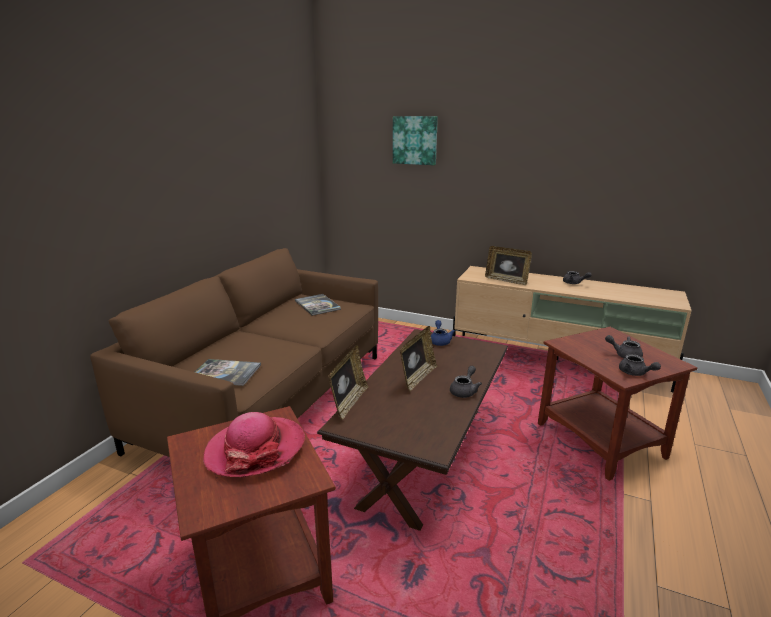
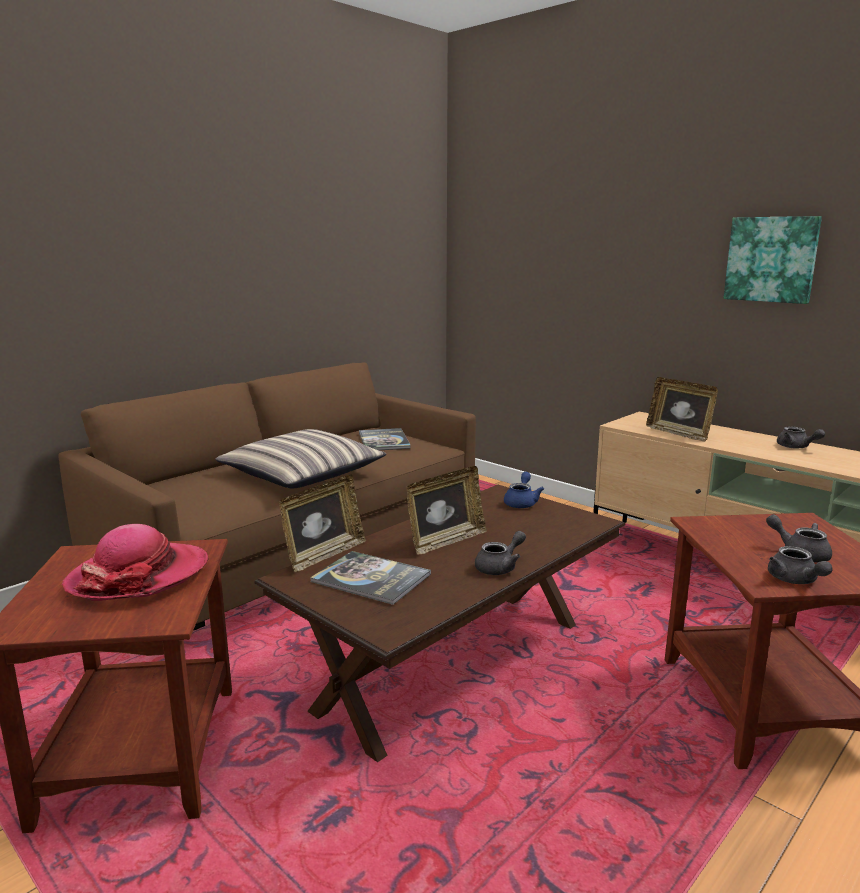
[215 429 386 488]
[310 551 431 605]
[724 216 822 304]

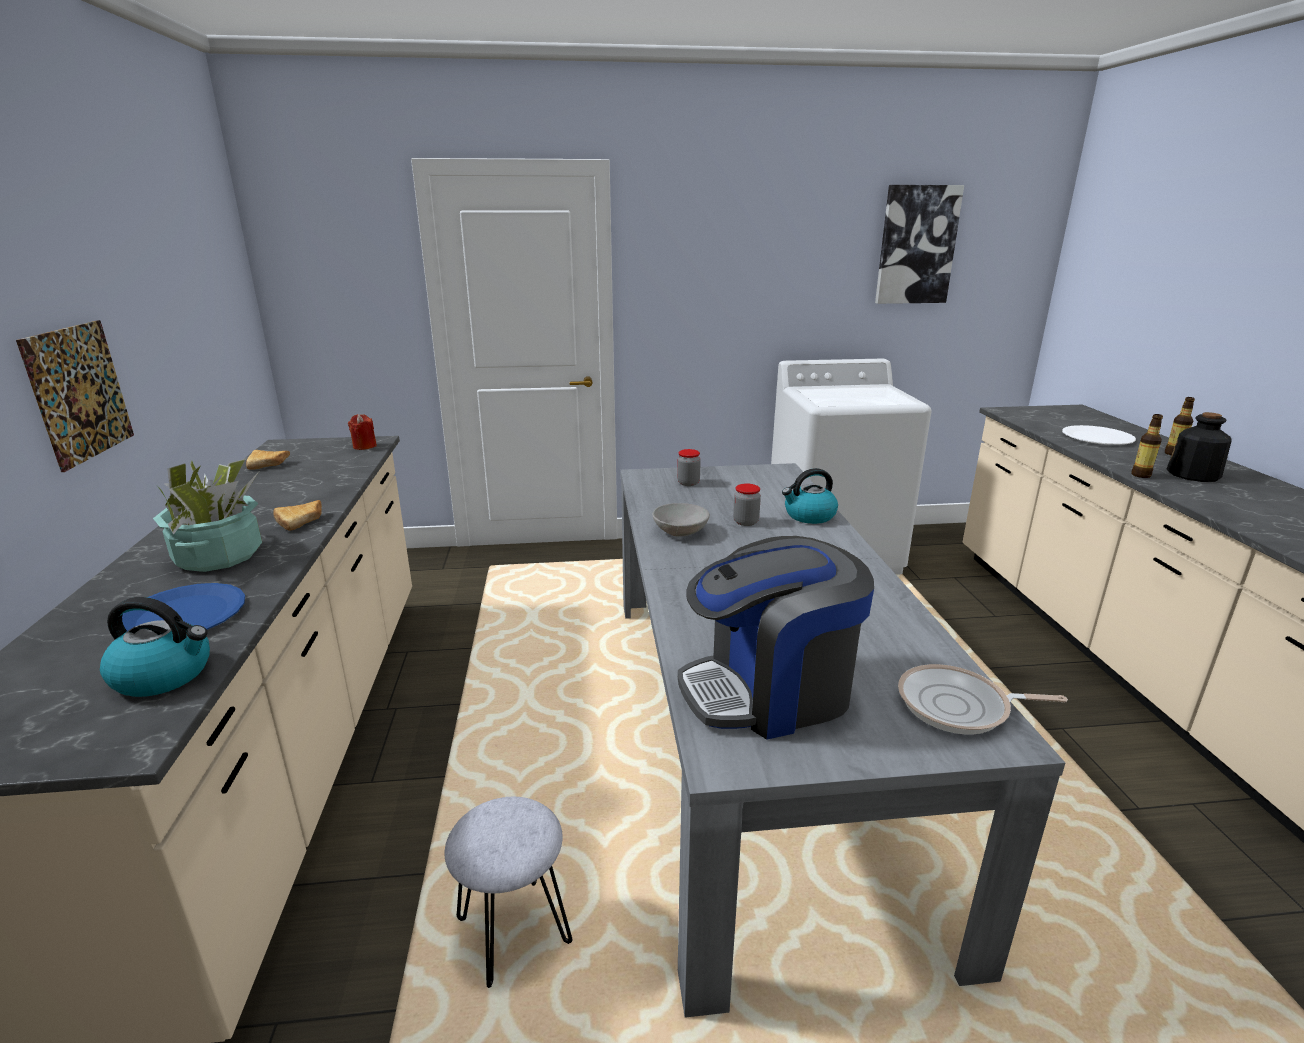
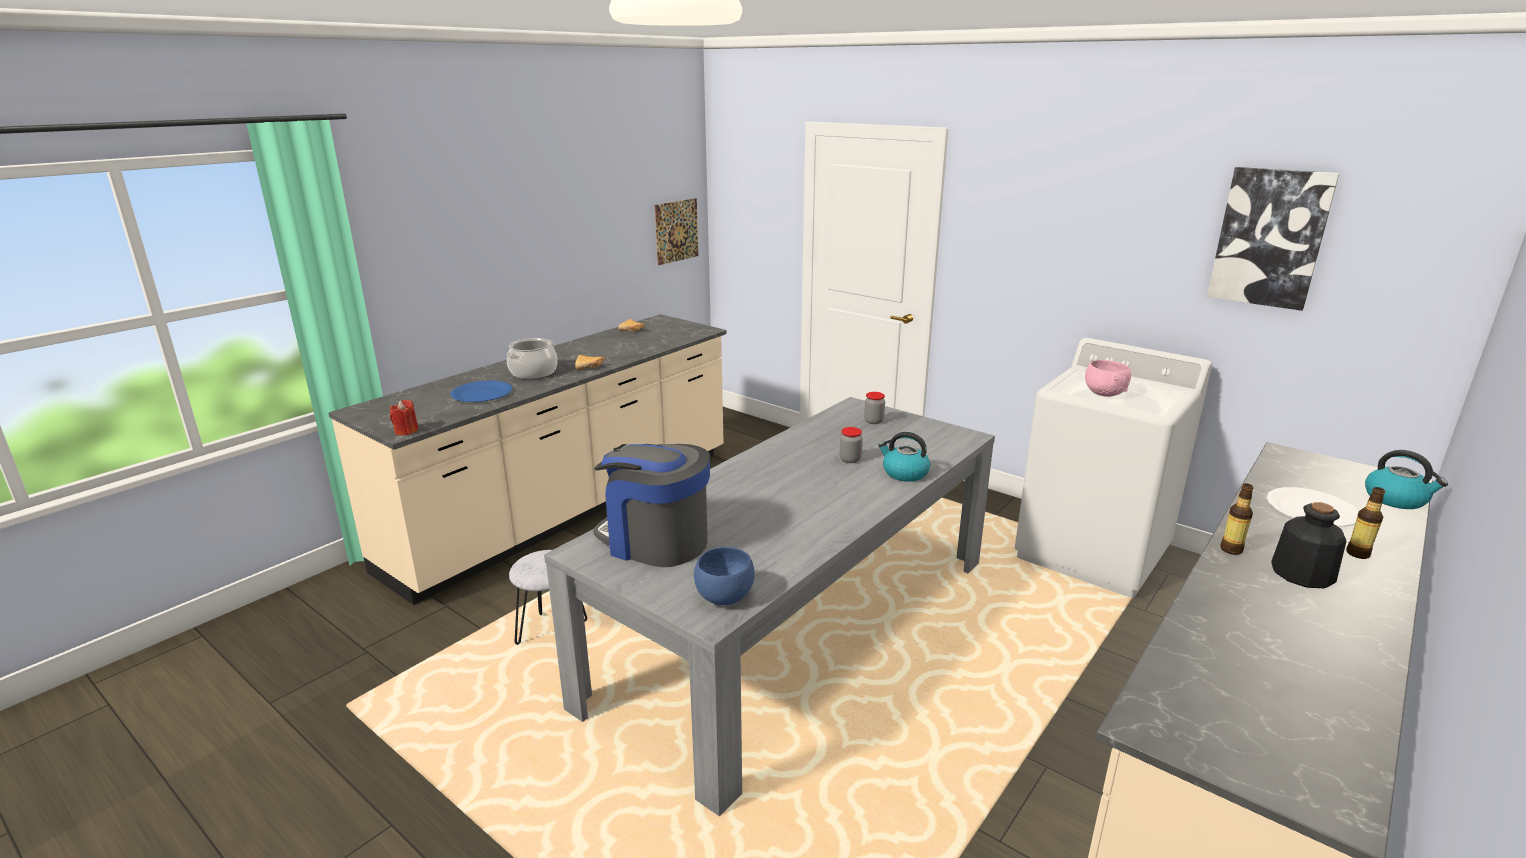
[652 503 710 537] (first image)
[1085 360 1131 397]
[655 198 698 265]
[1365 450 1448 509]
[390 400 418 436]
[507 338 557 379]
[694 547 755 605]

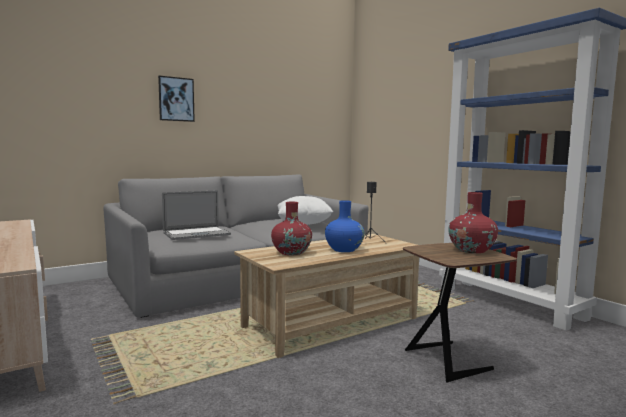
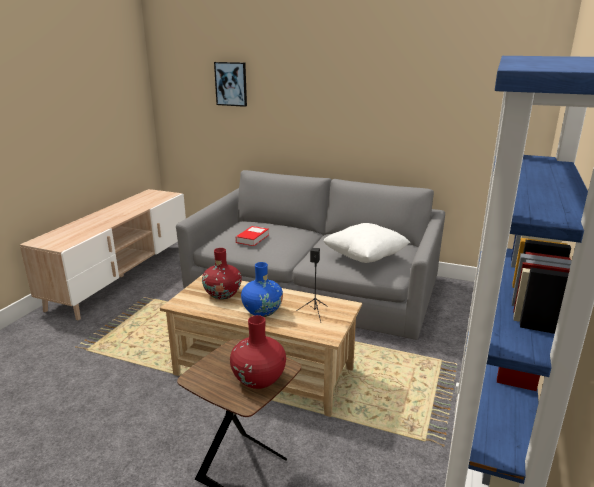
[214 62 247 107]
[236 226 269 246]

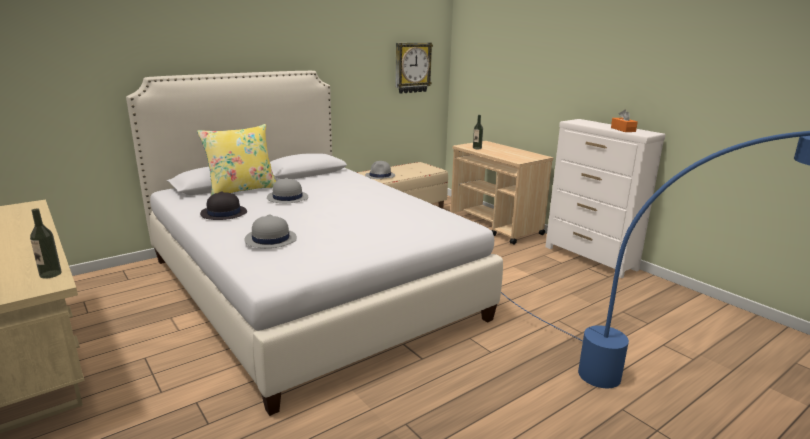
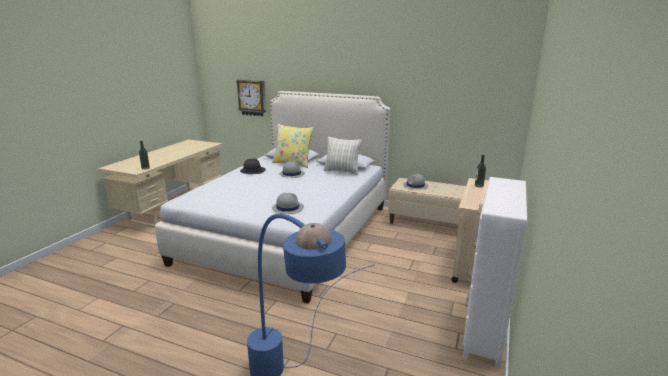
[611 110 638 132] (first image)
[324 137 362 175]
[272 193 304 214]
[236 79 266 116]

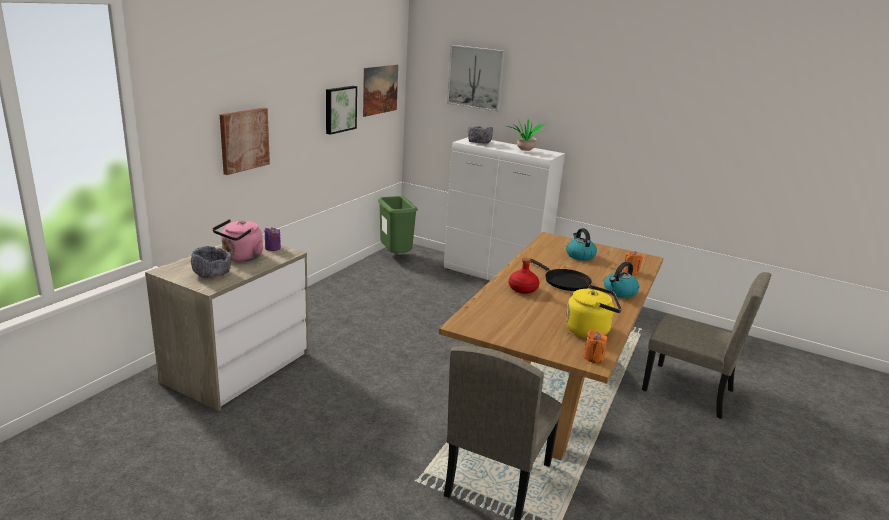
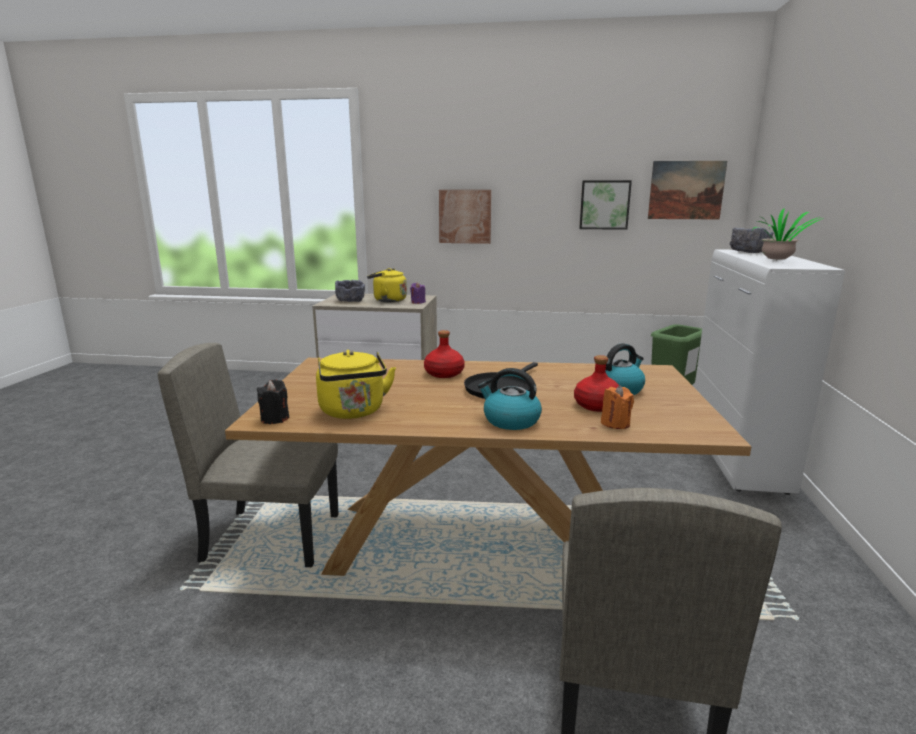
[447 45 505 112] (first image)
[574 355 619 412]
[367 268 407 302]
[257 380 289 424]

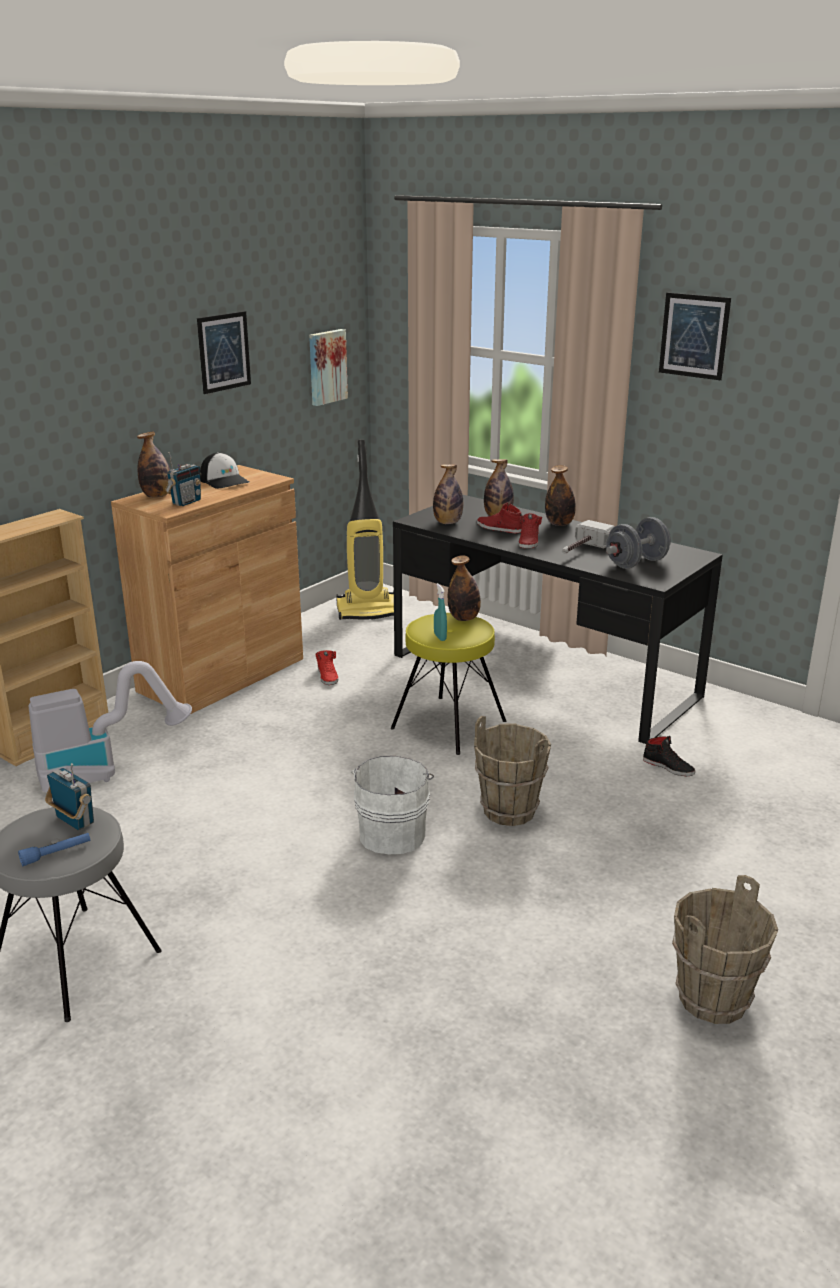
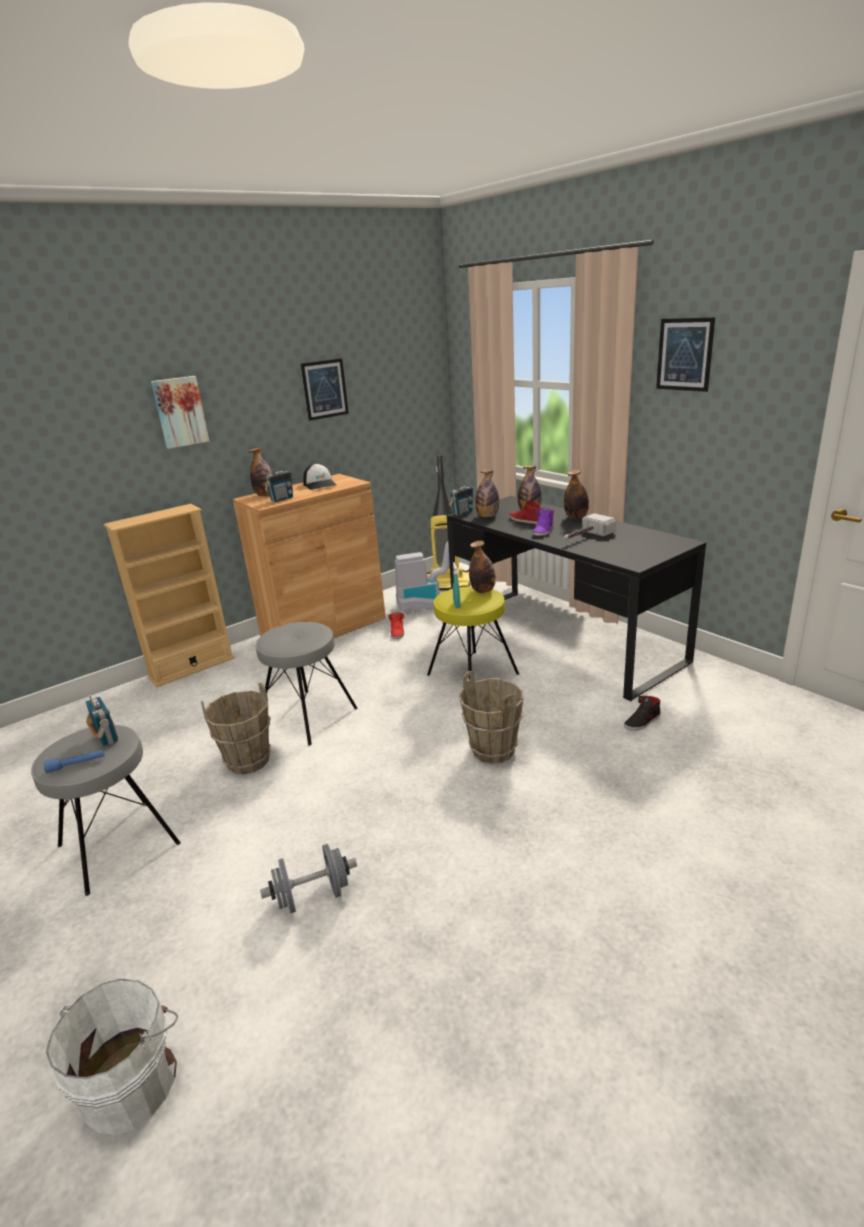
[256 622 358 746]
[449 478 473 516]
[395 541 471 615]
[151 376 209 449]
[46 979 178 1135]
[260 844 357 913]
[201 683 271 774]
[533 508 554 536]
[624 696 660 730]

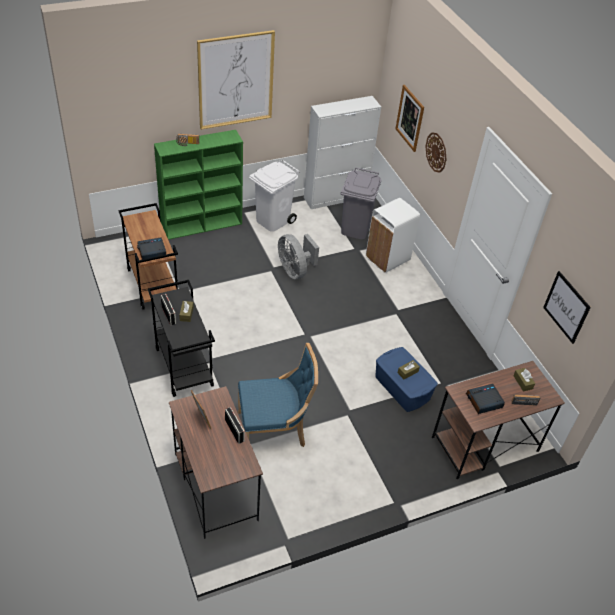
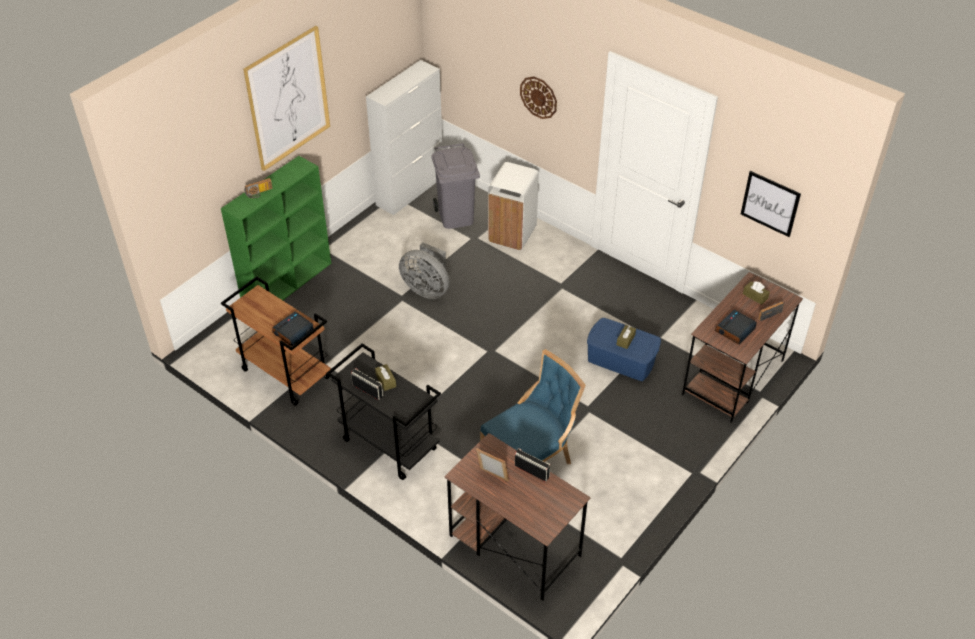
[249 160 300 232] (first image)
[395 85 424 152] (first image)

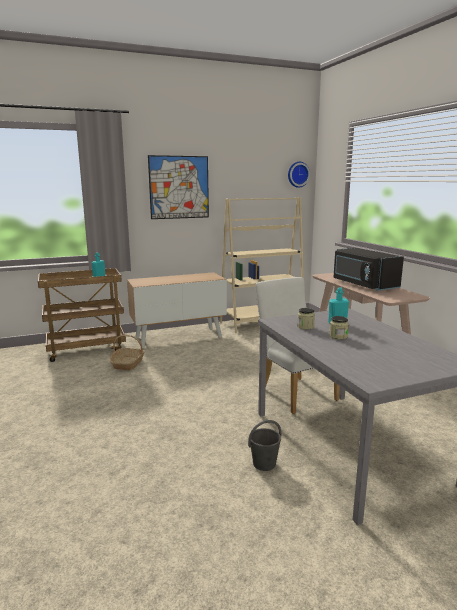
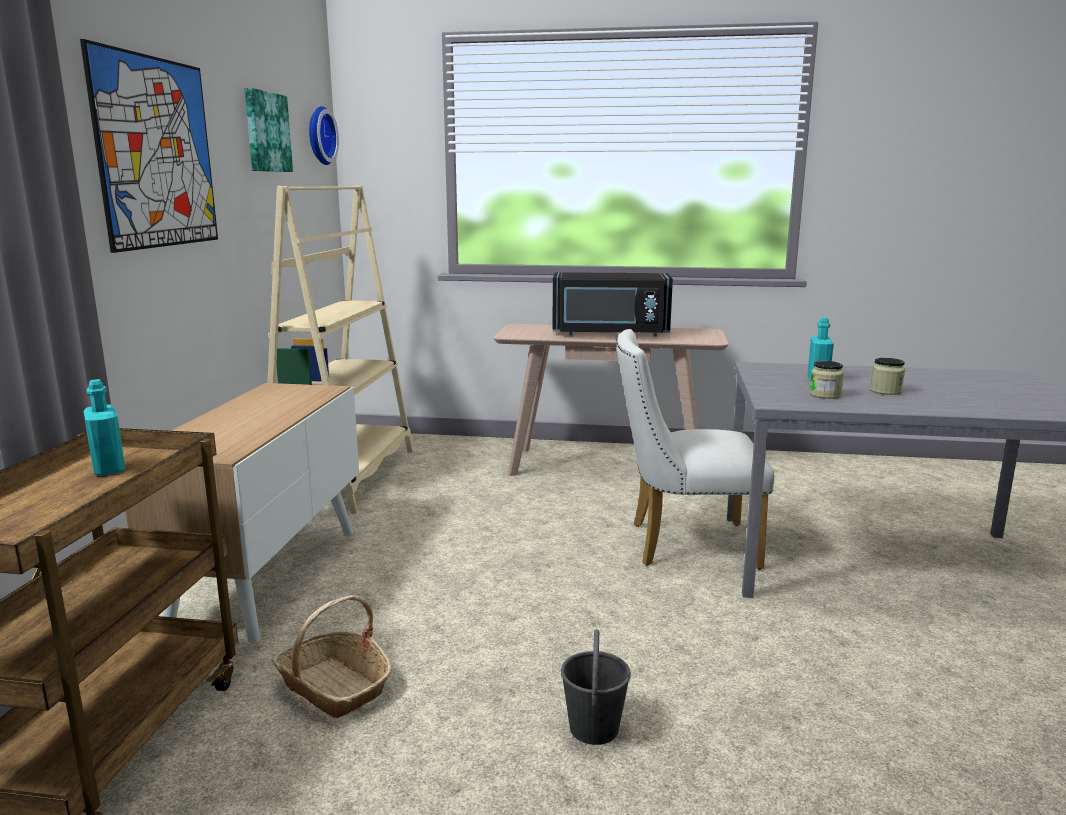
[244 88 293 172]
[561 629 631 745]

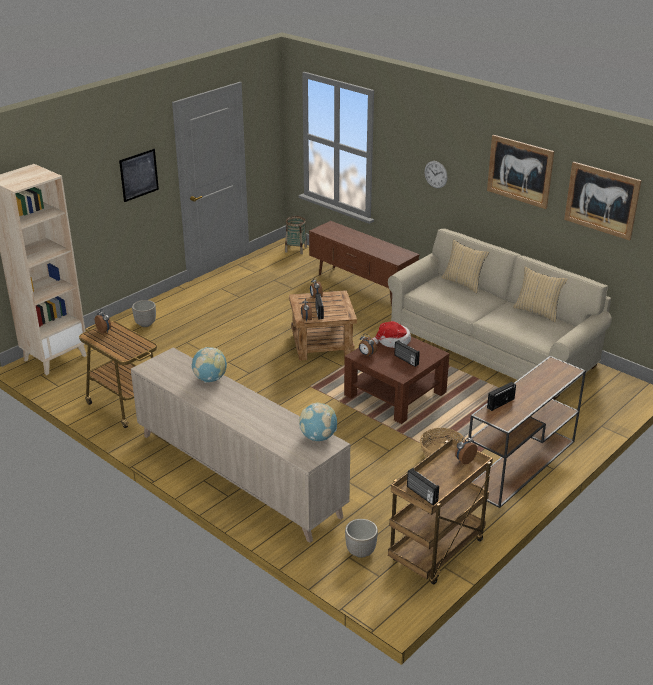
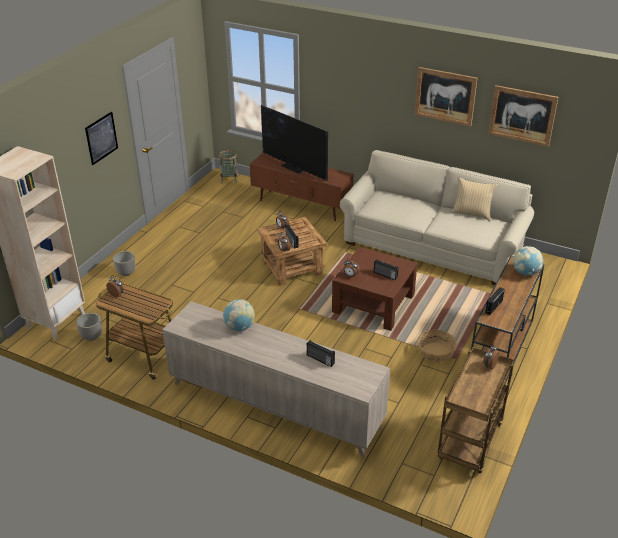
[372 321 411 348] (first image)
[424 161 447 188] (first image)
[441 239 489 293] (first image)
[261 105 328 181]
[513 246 543 276]
[76 313 102 341]
[307 340 335 367]

